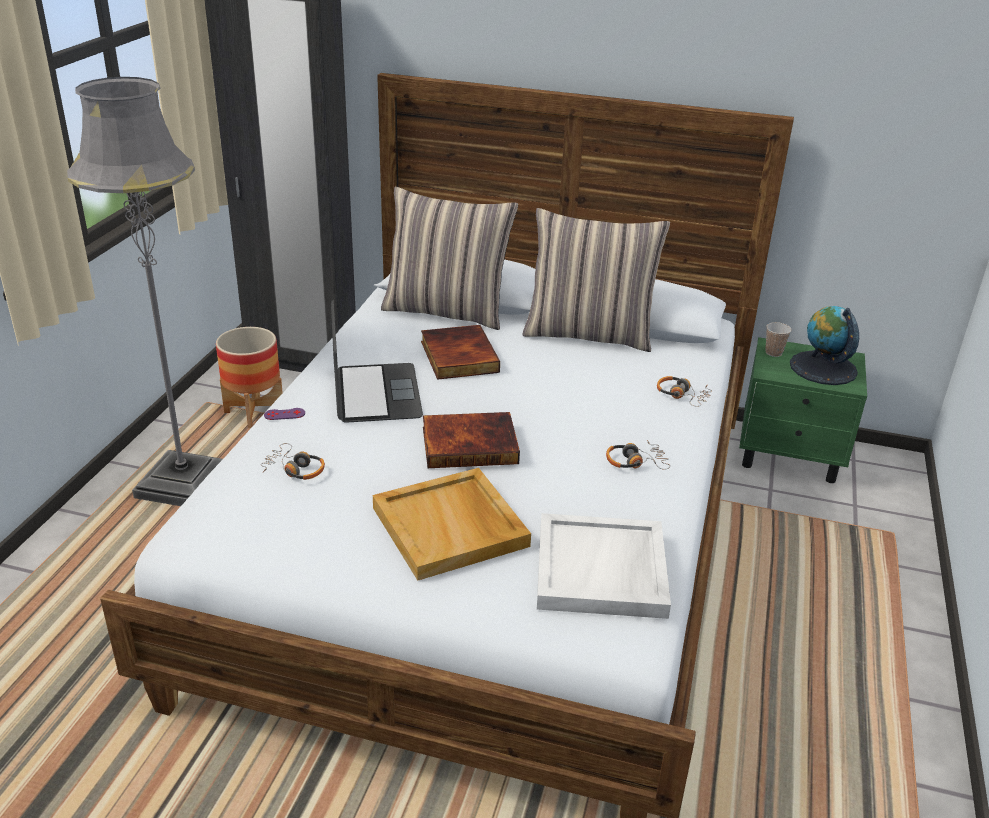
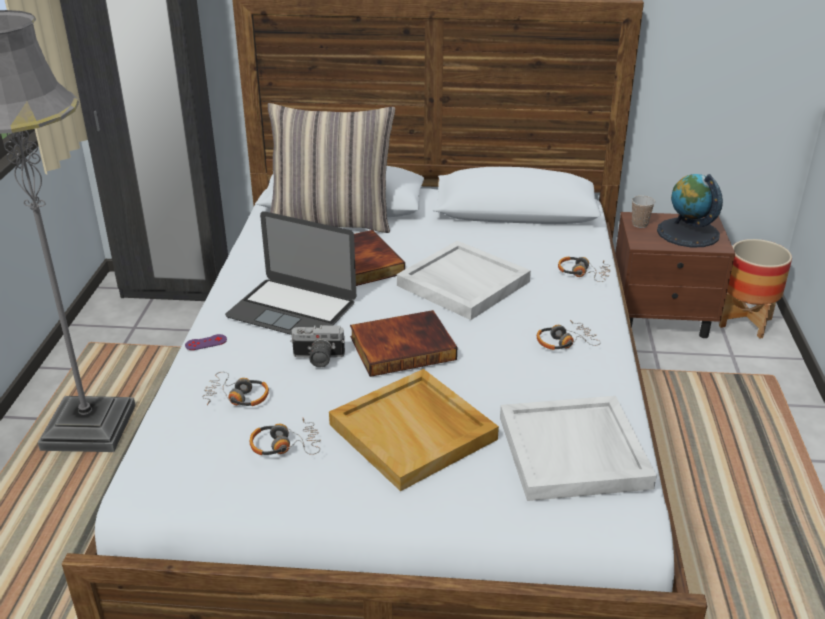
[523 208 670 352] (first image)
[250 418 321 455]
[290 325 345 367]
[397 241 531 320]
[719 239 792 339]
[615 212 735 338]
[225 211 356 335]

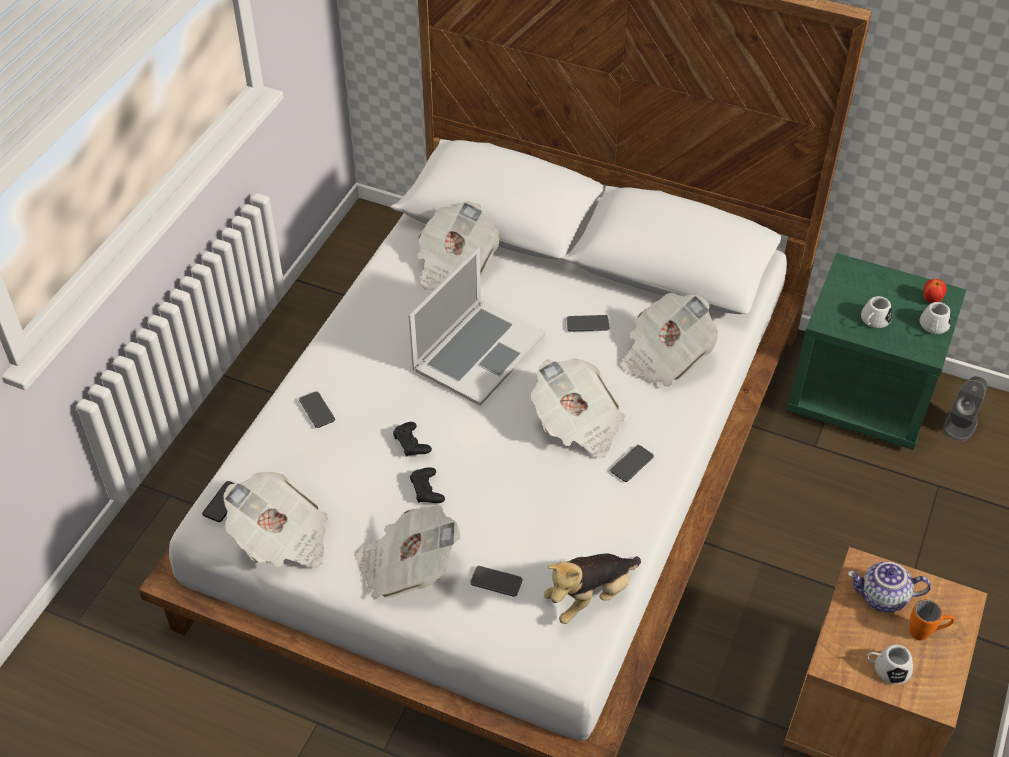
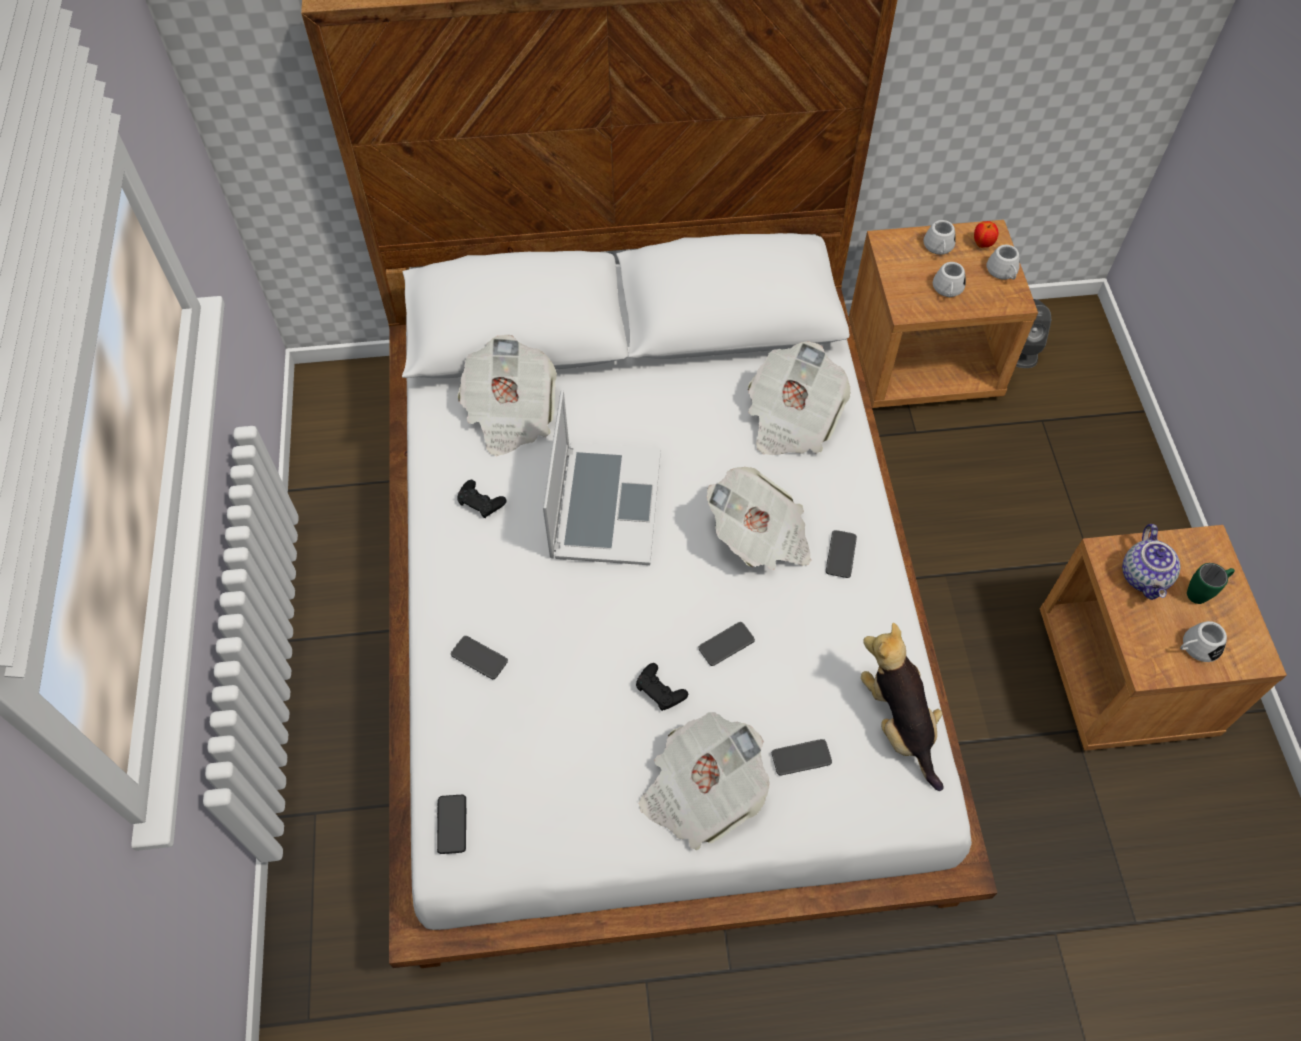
[223 472 328 568] (first image)
[923 220 956 255]
[457 480 507 518]
[698 622 755 666]
[849 220 1038 408]
[1187 563 1235 604]
[861 623 944 791]
[1122 524 1180 600]

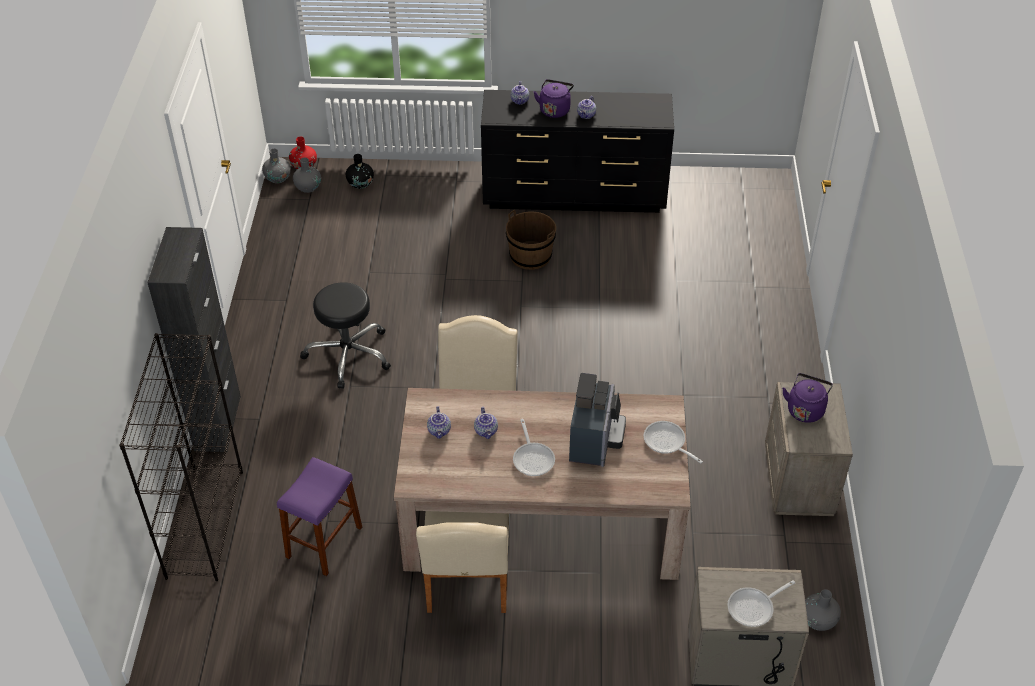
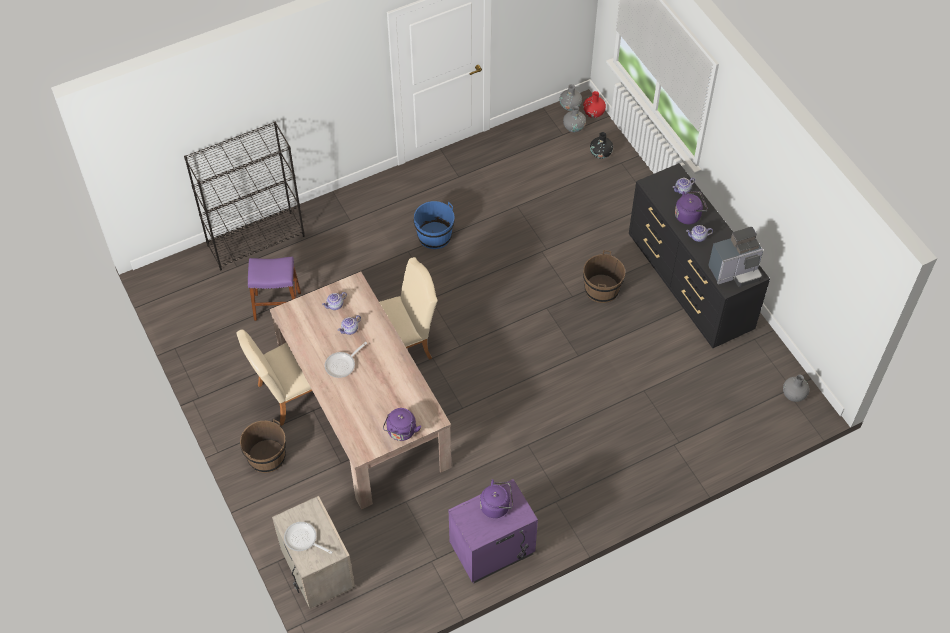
[147 227 241 452] (first image)
[240 419 286 473]
[708 227 763 287]
[783 374 810 402]
[414 201 455 249]
[383 408 421 441]
[449 479 538 584]

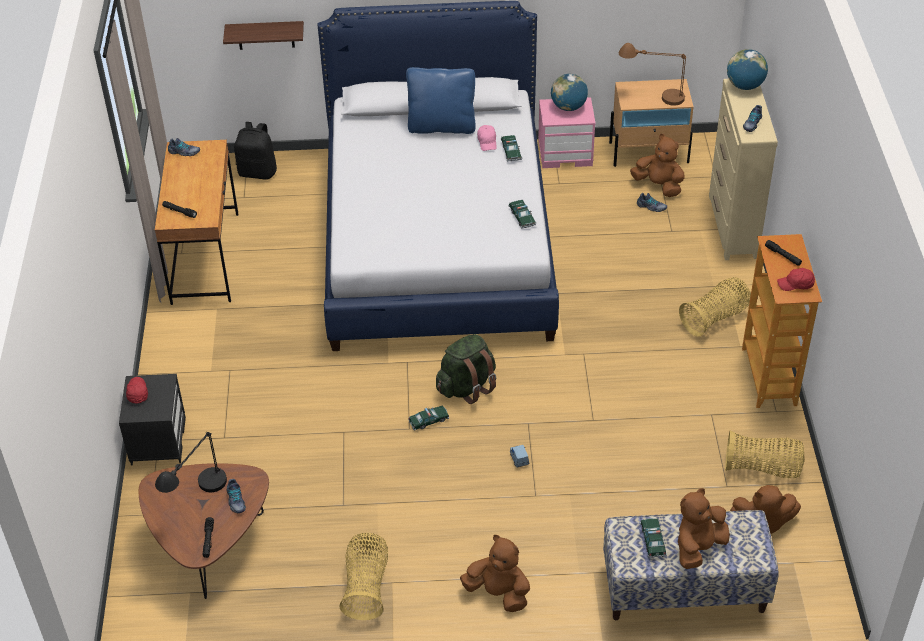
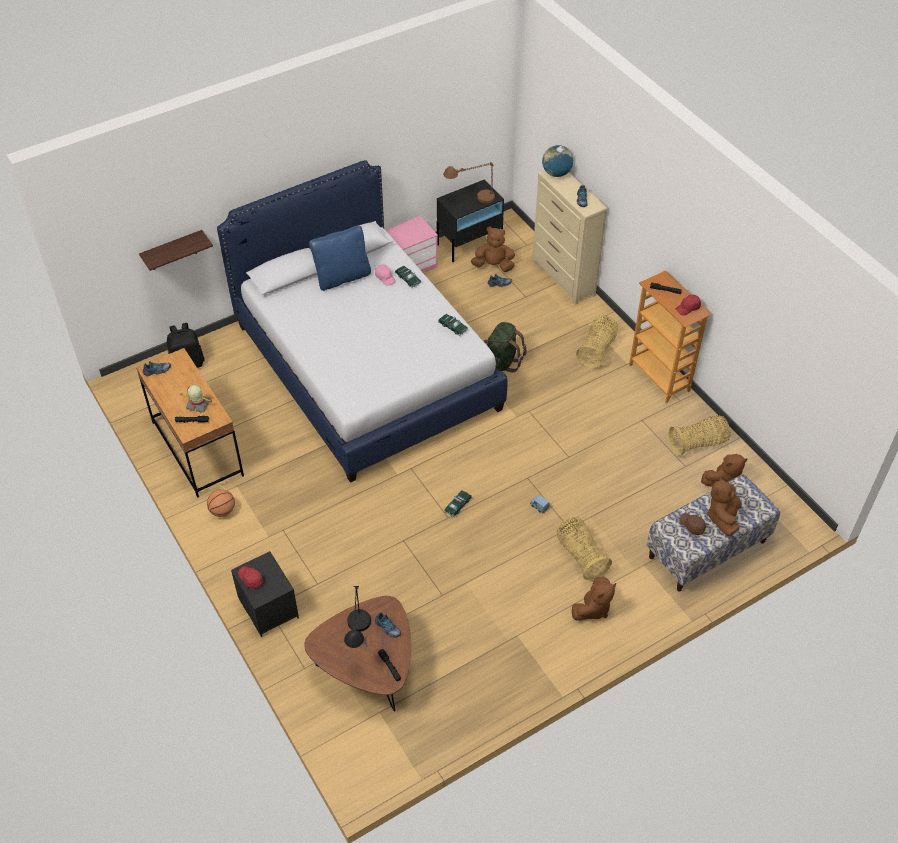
[551 74 588 111] (first image)
[180 385 212 413]
[207 489 235 517]
[556 517 612 580]
[483 322 527 372]
[679 513 706 535]
[437 179 504 262]
[572 576 616 621]

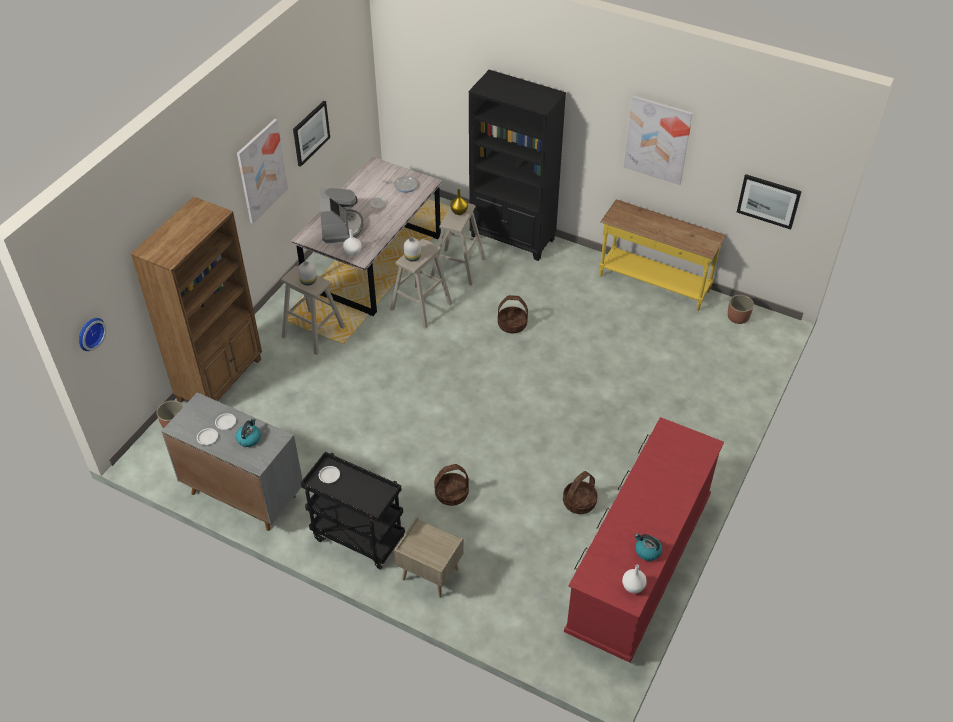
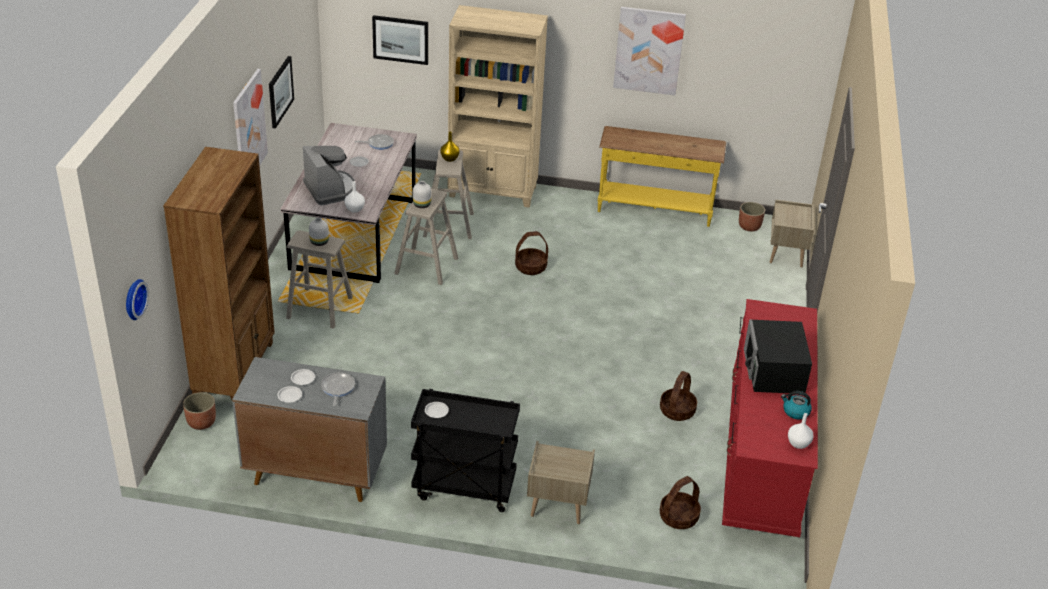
[744 319 812 393]
[770 200 814 267]
[660 476 701 529]
[372 15 428 65]
[321 372 355 406]
[448 5 548 208]

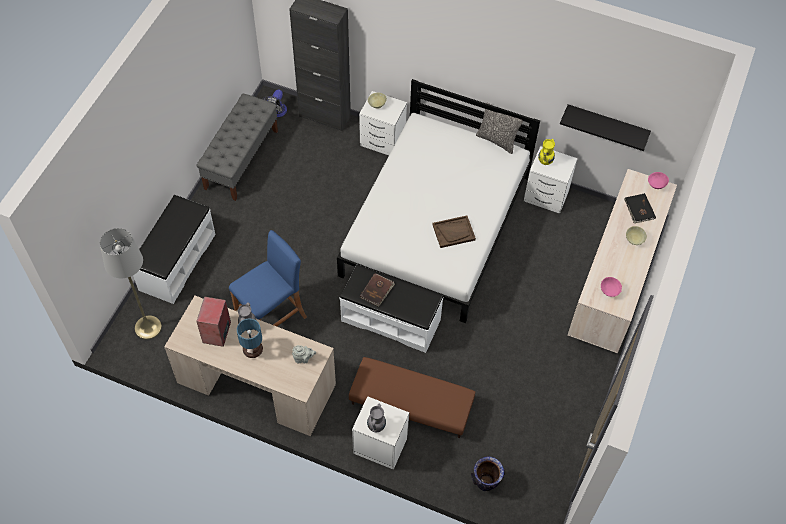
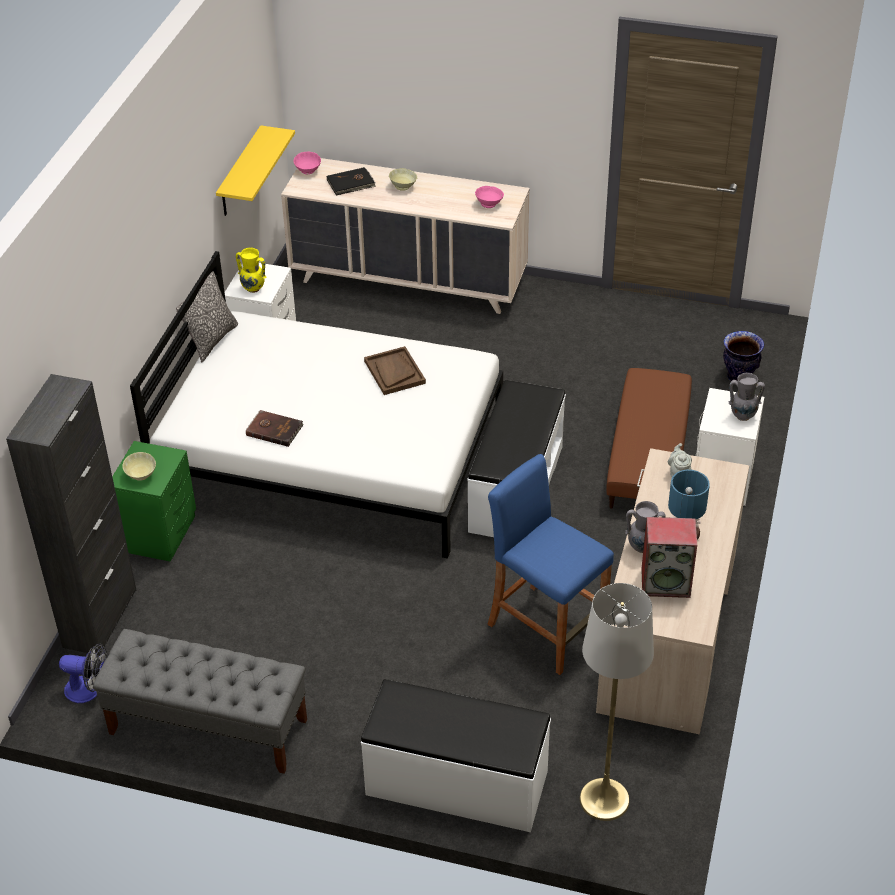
[246 410 303 447]
[112 441 196 562]
[216 125 295 216]

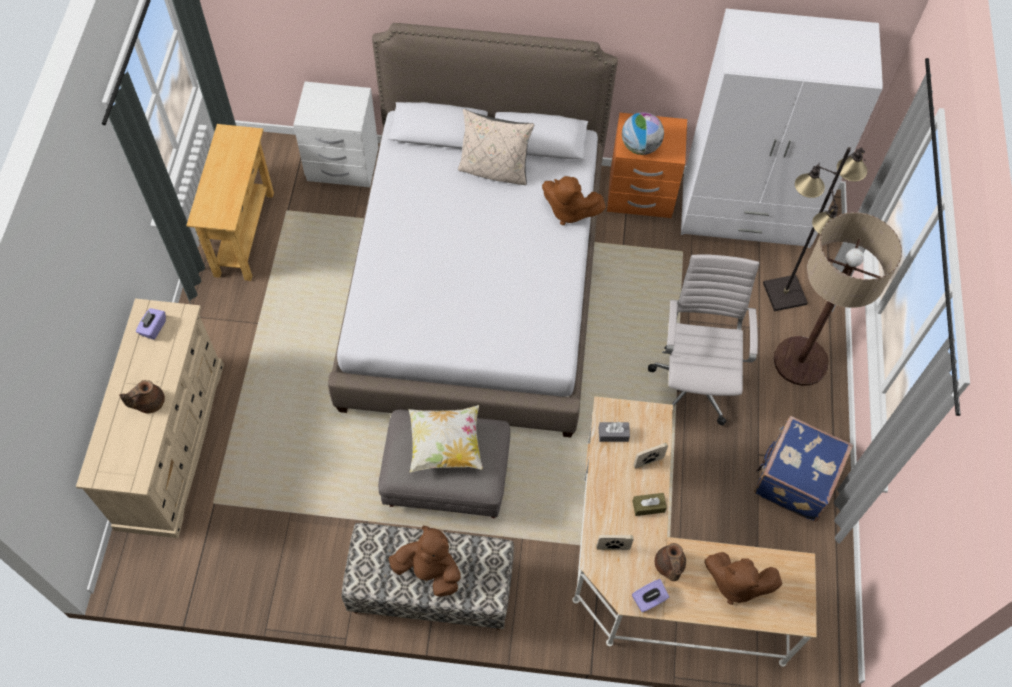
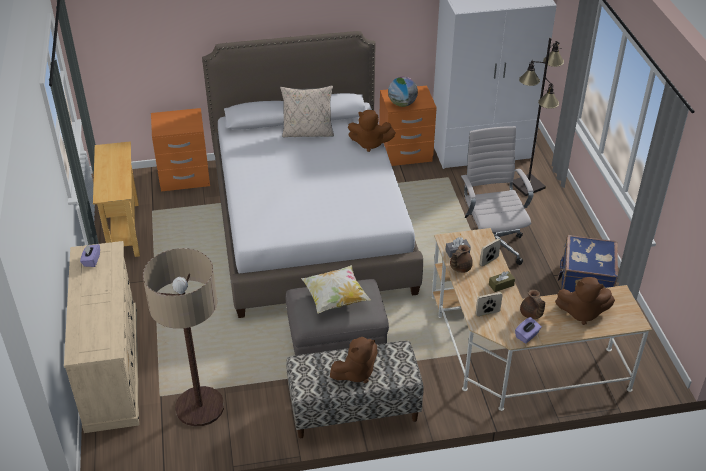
[450 245 473 273]
[143 248 224 427]
[151 108 210 192]
[330 337 378 383]

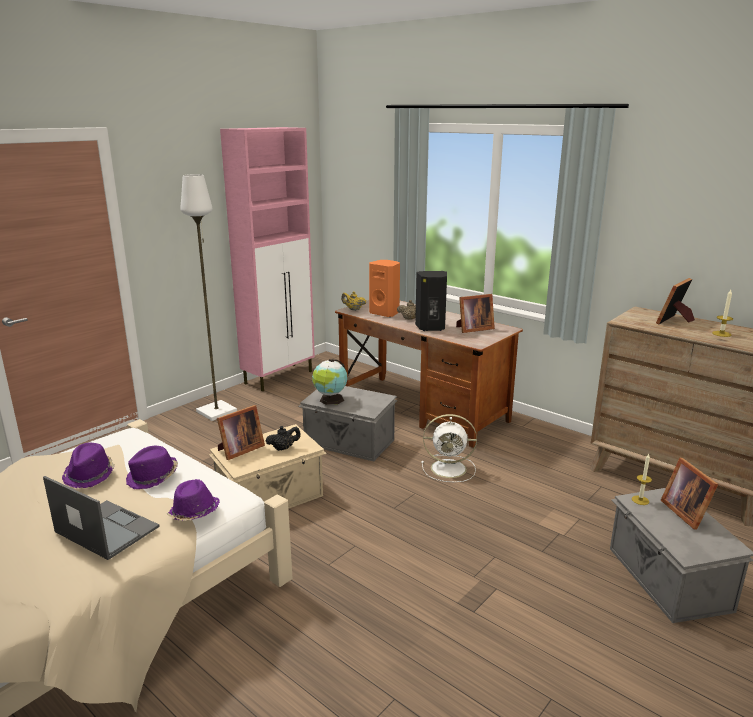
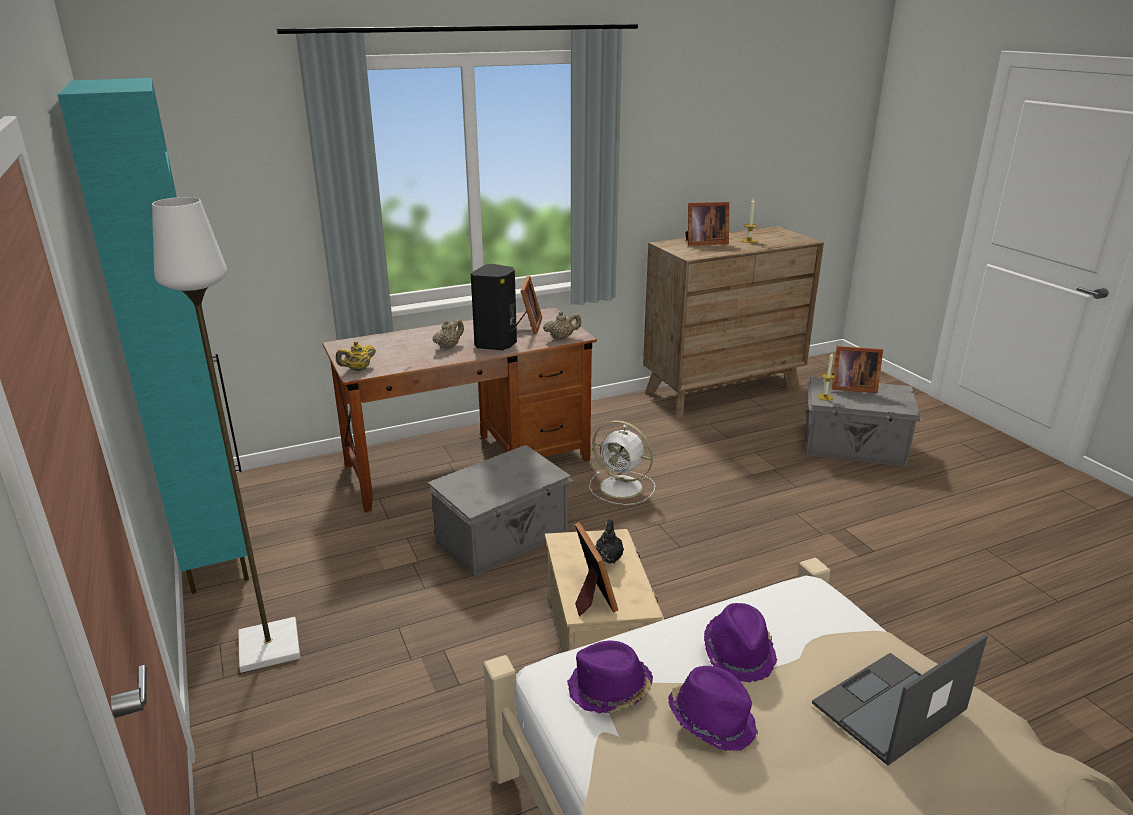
[312 359 348 405] (first image)
[369 260 400 317] (first image)
[543 312 581 340]
[567 640 653 713]
[58 78 249 594]
[589 420 655 505]
[685 202 729 245]

